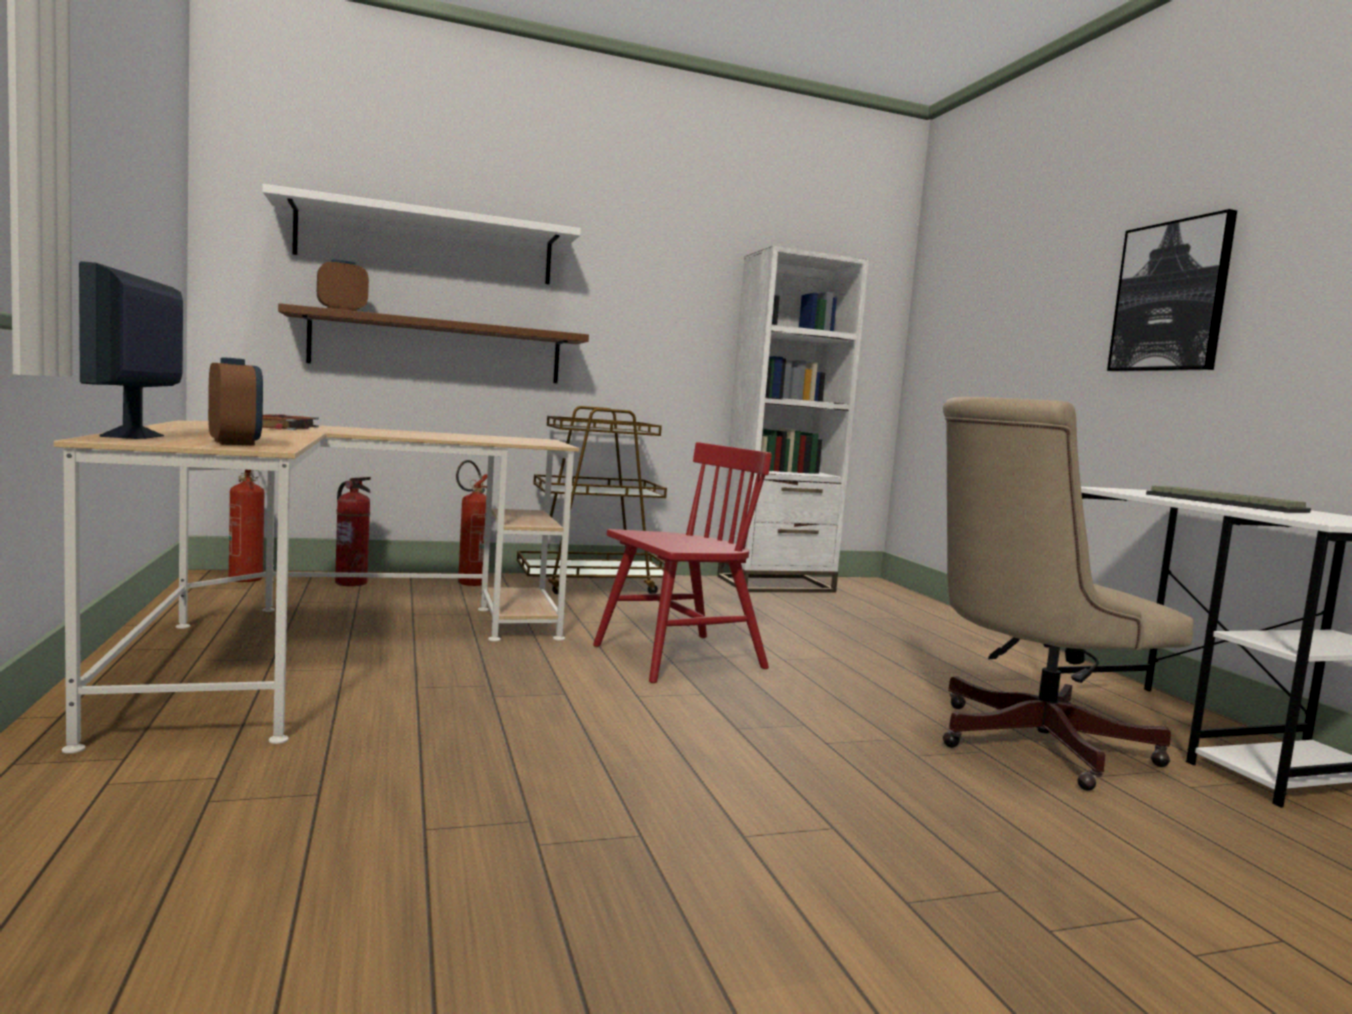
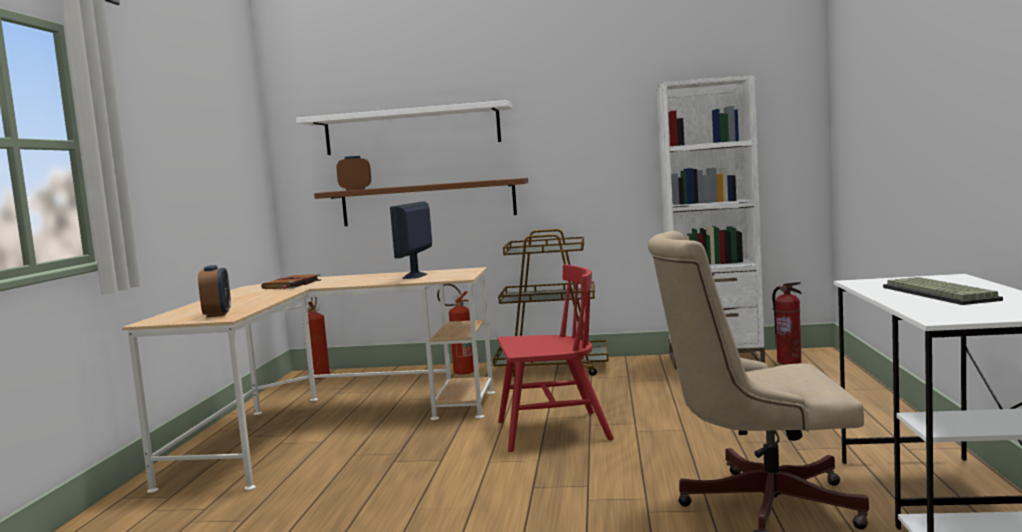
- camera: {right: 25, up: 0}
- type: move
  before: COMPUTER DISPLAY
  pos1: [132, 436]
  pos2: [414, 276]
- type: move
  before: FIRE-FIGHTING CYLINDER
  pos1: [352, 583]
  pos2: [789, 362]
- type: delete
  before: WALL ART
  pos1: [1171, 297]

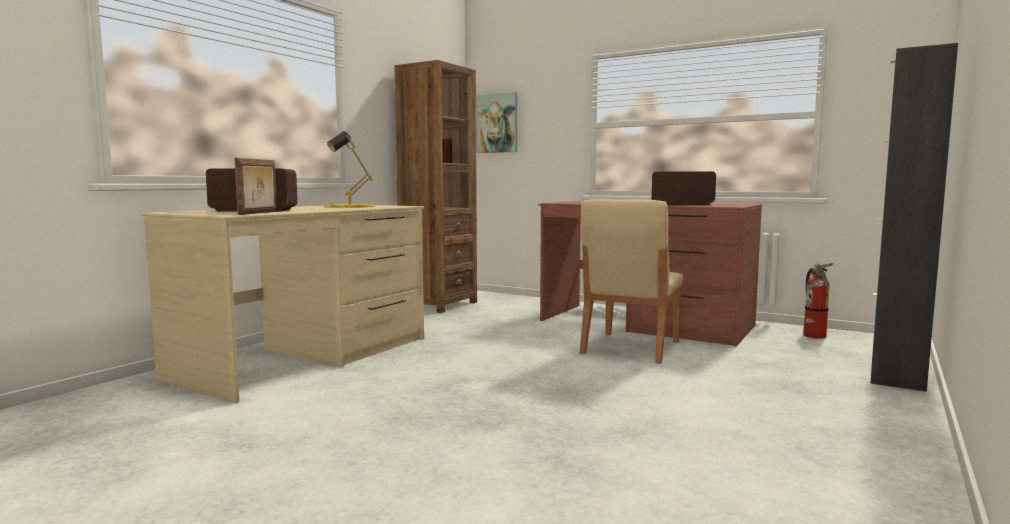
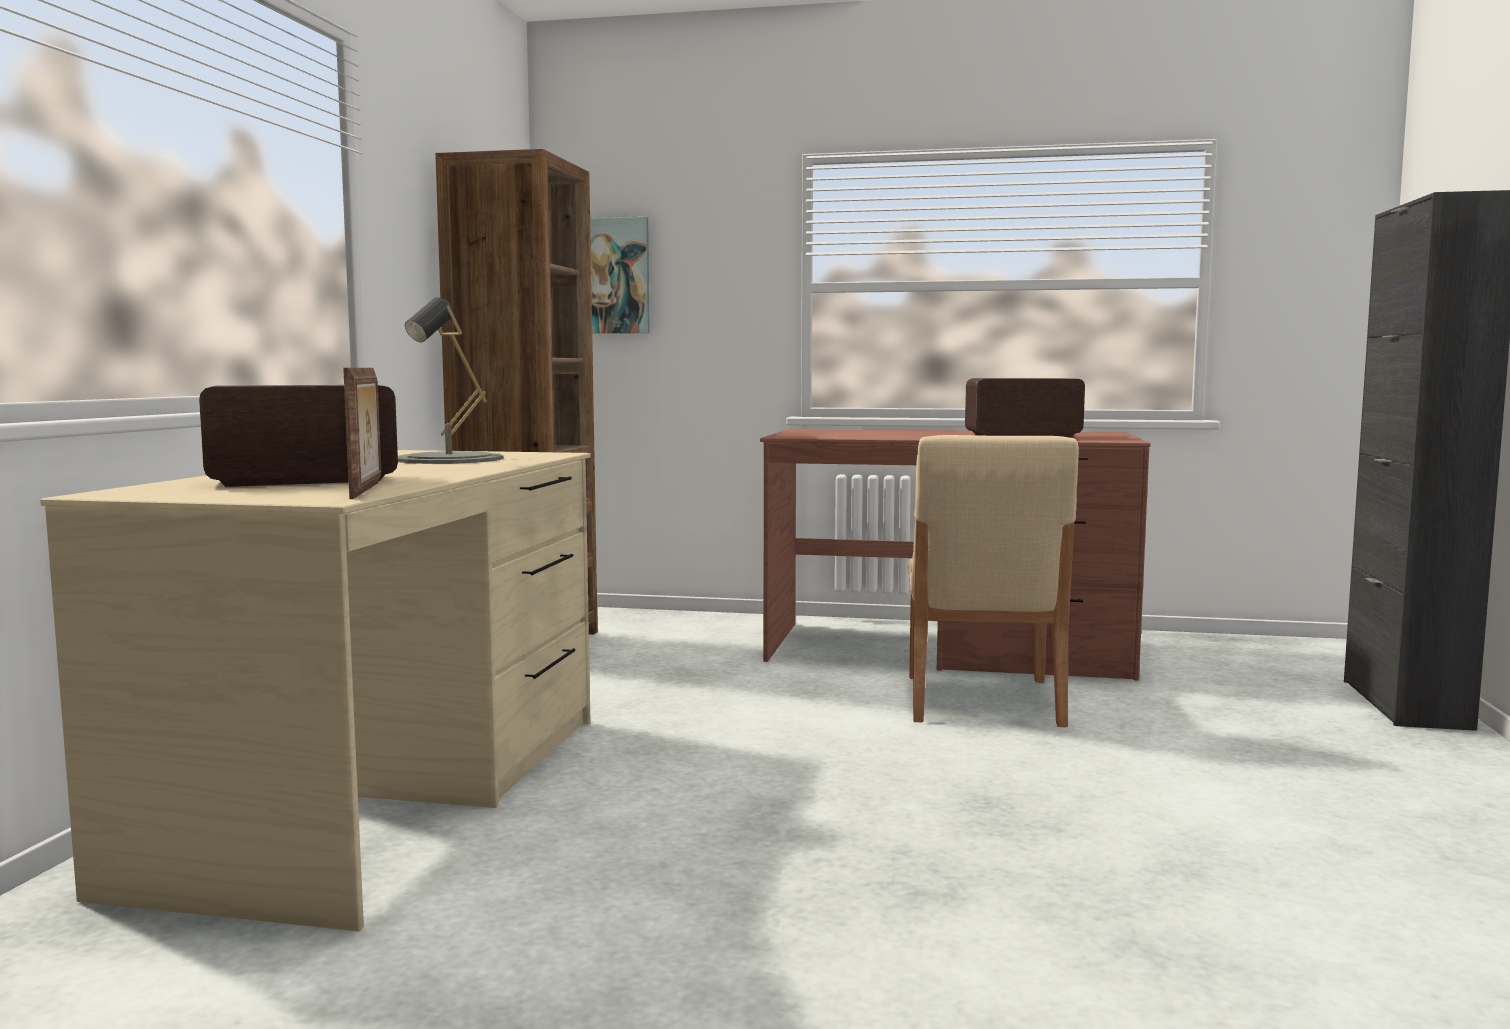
- camera: {right: -20, up: 0}
- type: recolor
  before: YELLOW-COLOURED LAMP FOR A TABLE
  after: GRAY LAMP FOR A TABLE
  pos1: [349, 206]
  pos2: [449, 459]
- type: delete
  before: FIRE-FIGHTING CYLINDER
  pos1: [814, 336]

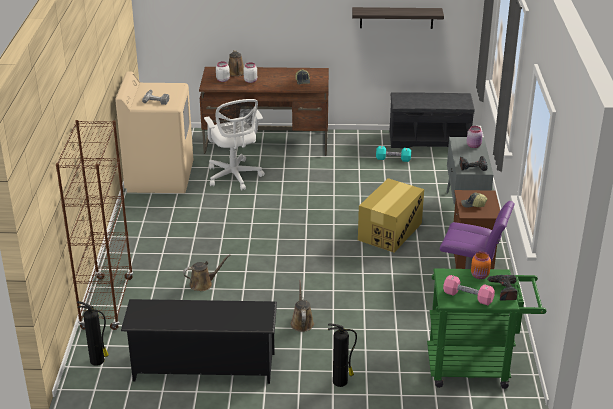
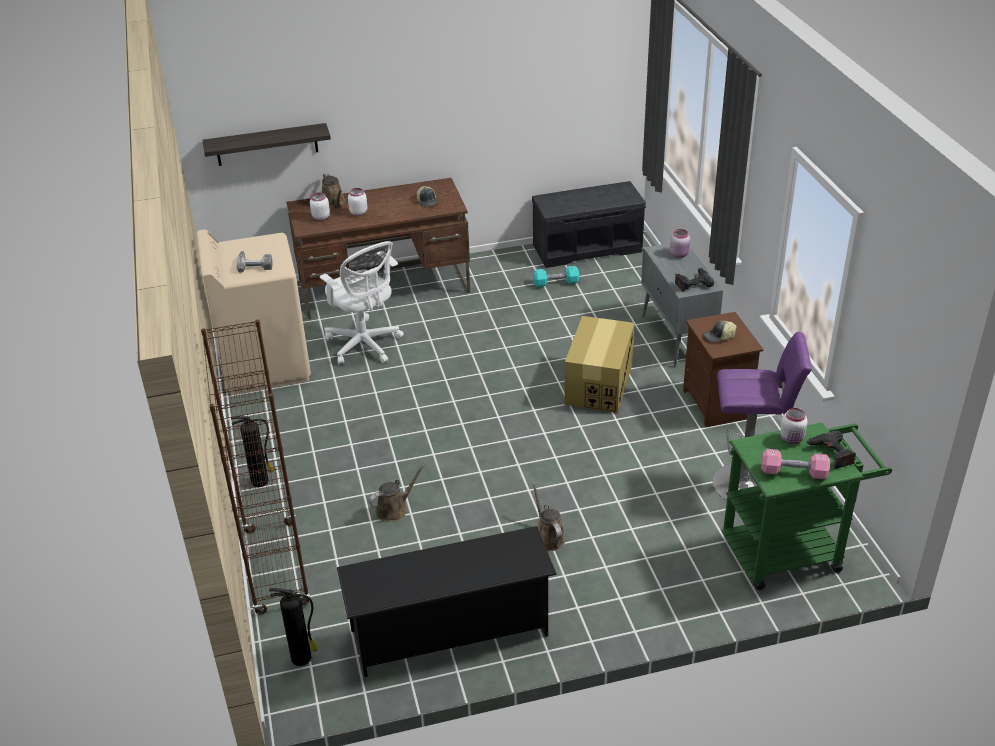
- camera: {right: -15, up: 5}
- type: move
  before: FIRE-FIGHTING CYLINDER
  pos1: [341, 382]
  pos2: [261, 481]
- type: move
  before: WALL SHELF
  pos1: [396, 18]
  pos2: [266, 144]
- type: recolor
  before: ORANGE PRESERVE JAR
  after: WHITISH PRESERVE JAR
  pos1: [480, 276]
  pos2: [792, 439]

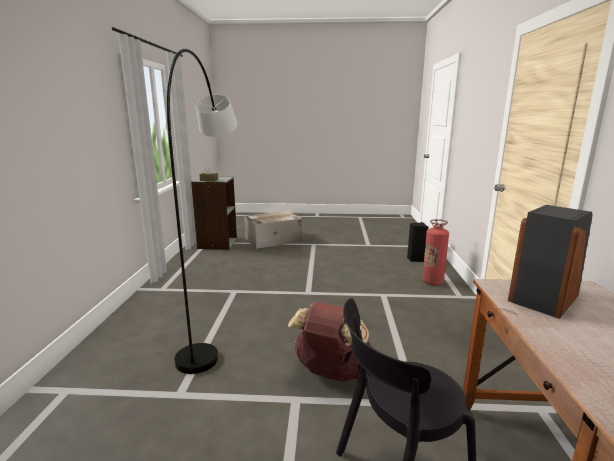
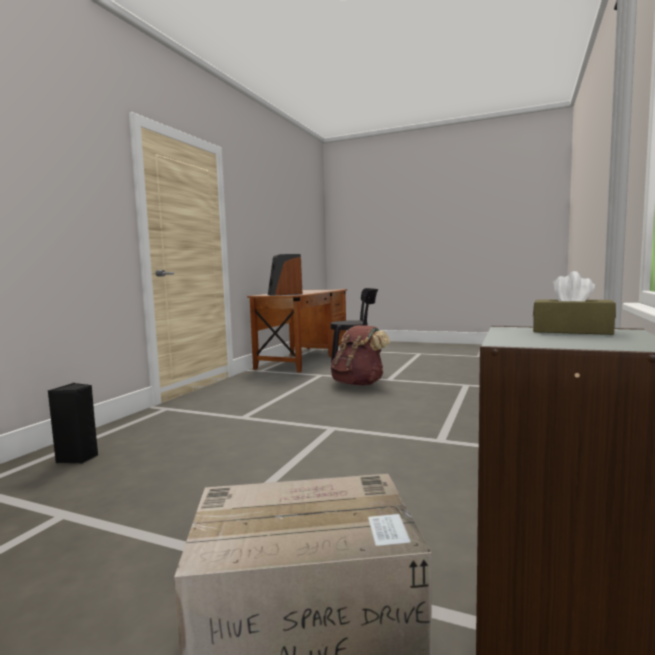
- camera: {right: -160, up: -10}
- type: delete
  before: GRAY FLOOR LAMP
  pos1: [216, 319]
- type: delete
  before: FIRE-FIGHTING CYLINDER
  pos1: [432, 282]

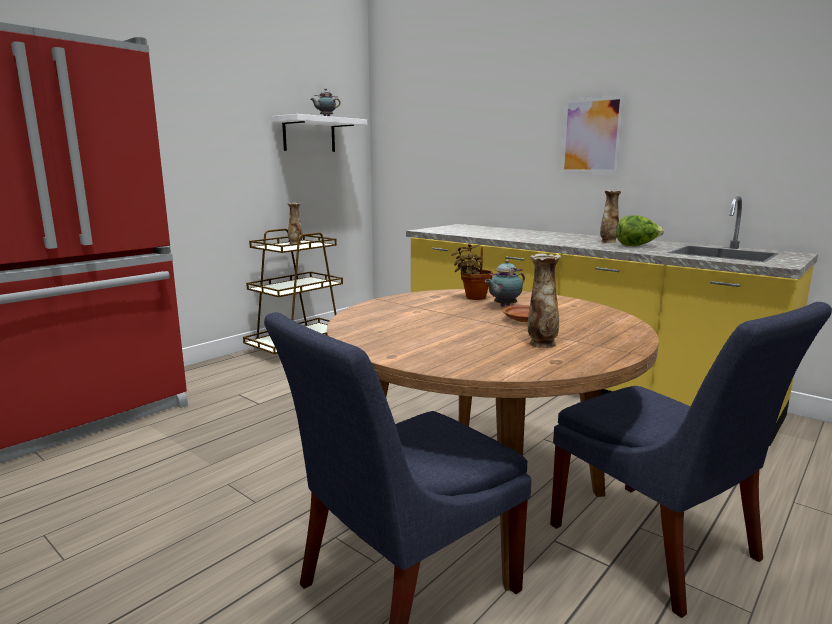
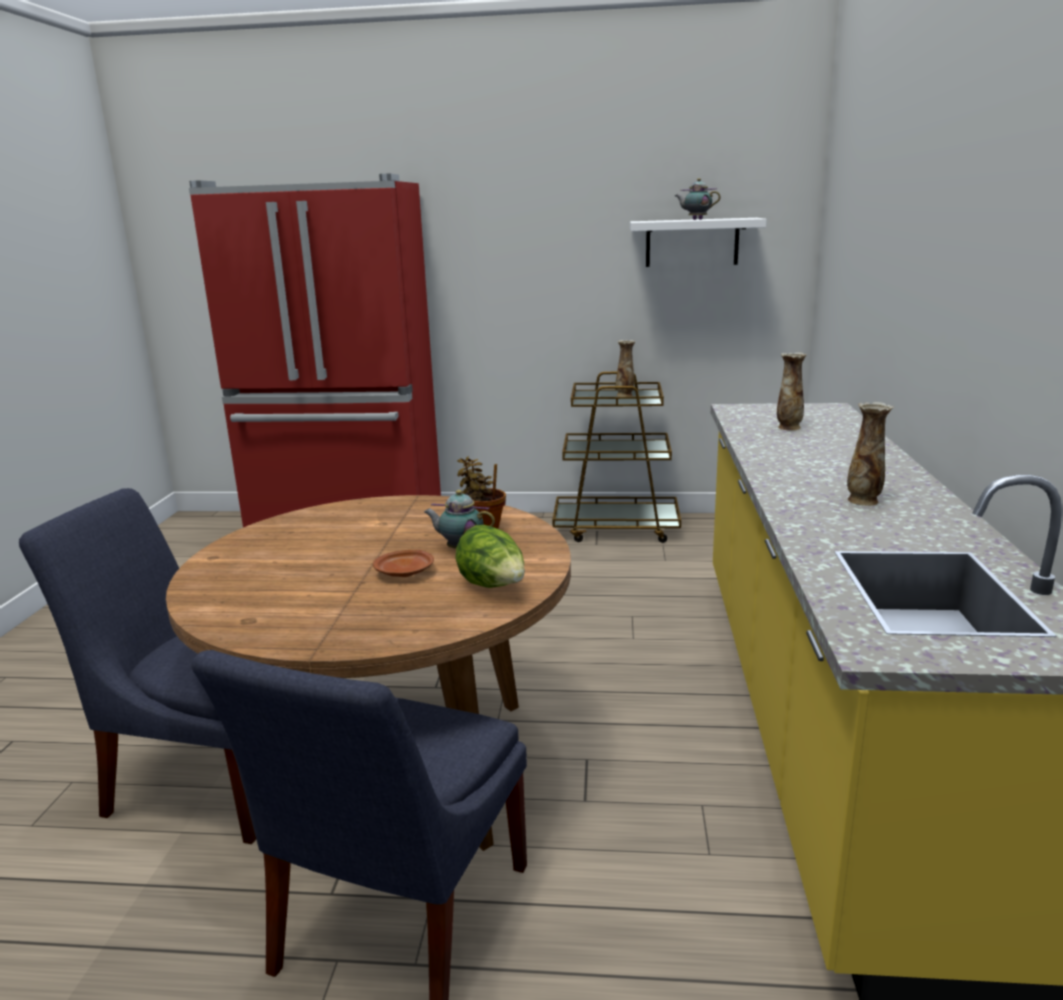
- camera: {right: 55, up: 5}
- type: move
  before: DECORATIVE VASE
  pos1: [541, 344]
  pos2: [788, 427]
- type: delete
  before: WALL ART
  pos1: [591, 136]
- type: move
  before: LETTUCE HEAD
  pos1: [636, 246]
  pos2: [493, 586]

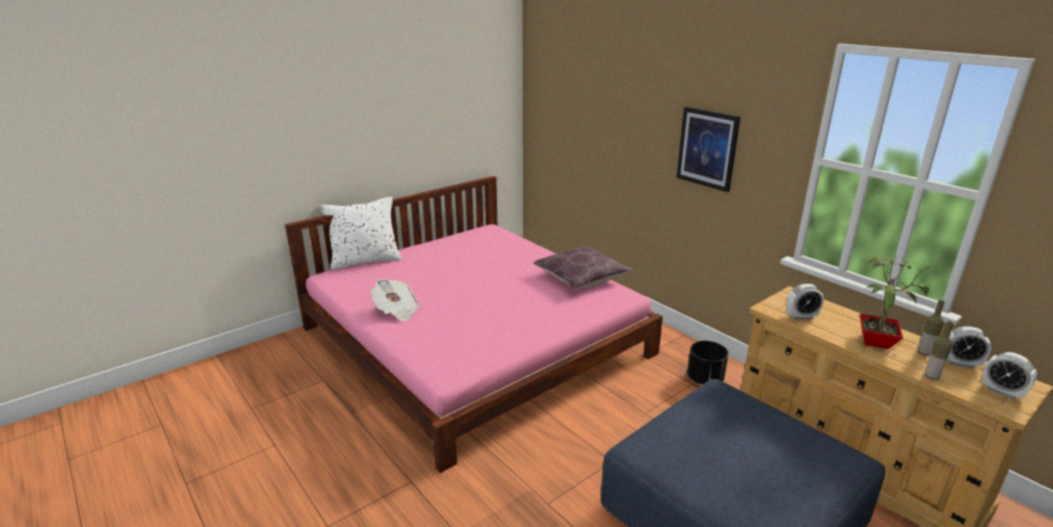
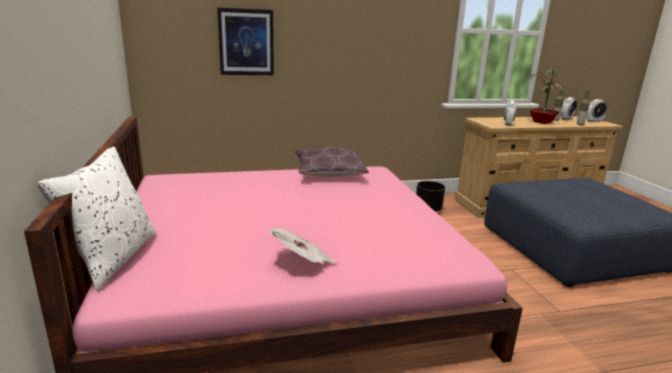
- camera: {right: -65, up: -5}
- type: move
  before: WALL ART
  pos1: [707, 148]
  pos2: [246, 42]

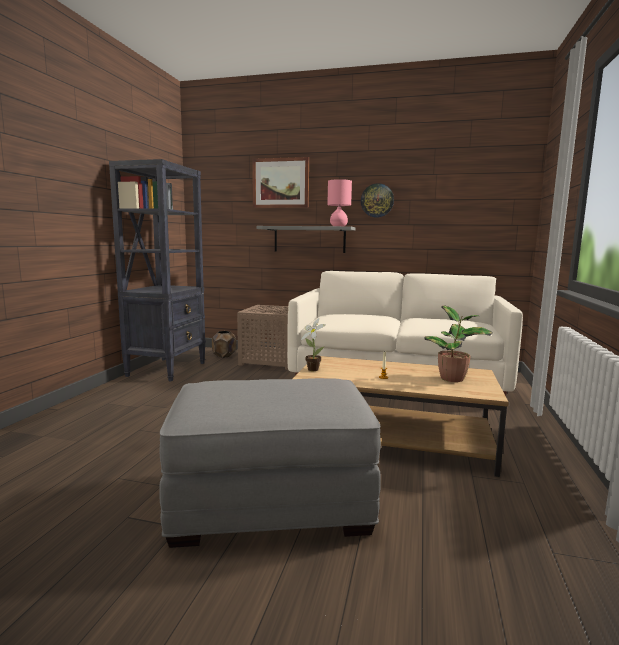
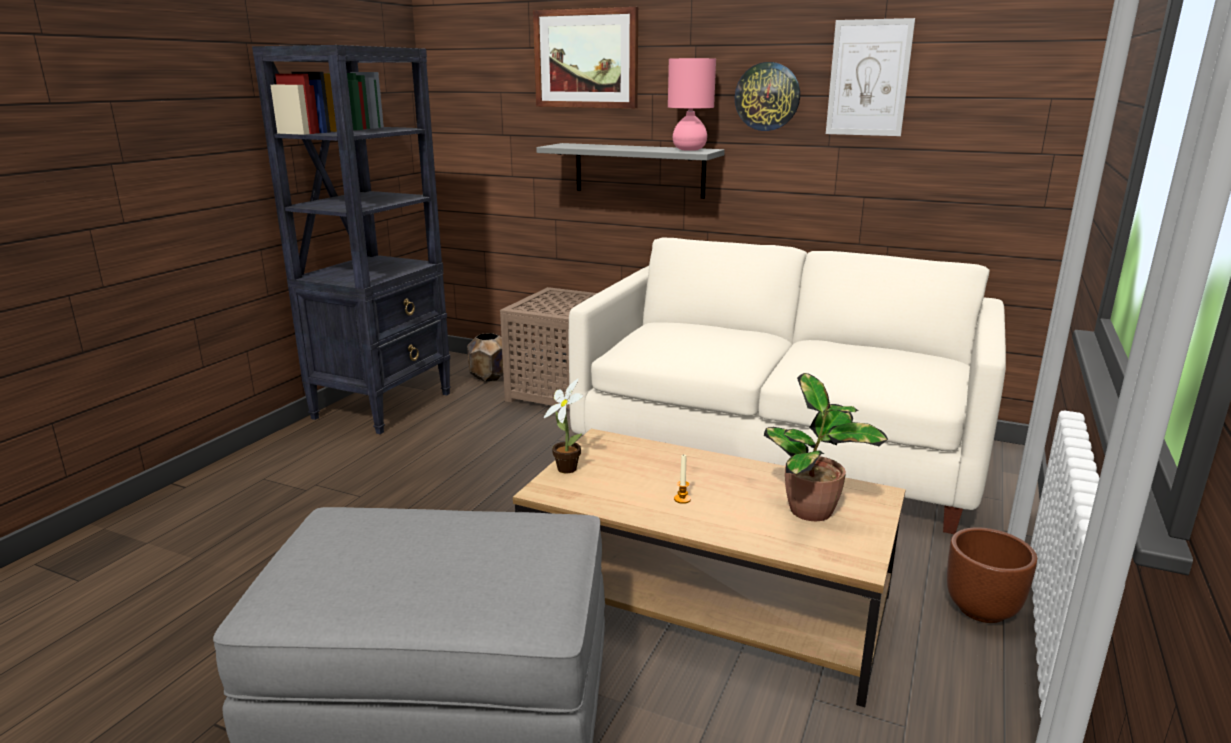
- camera: {right: 10, up: 10}
- type: insert
  after: WALL ART
  pos2: [868, 78]
- type: insert
  after: BROWNISH PLANT POT
  pos2: [982, 610]

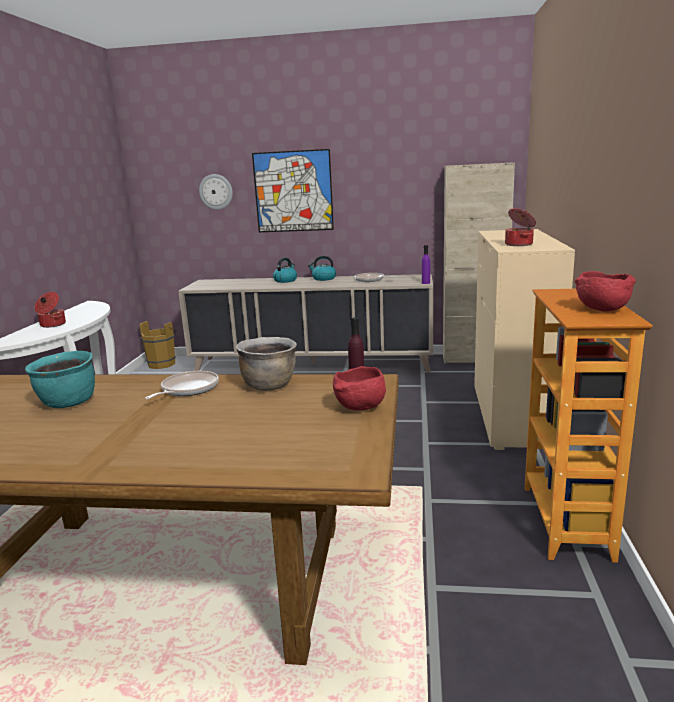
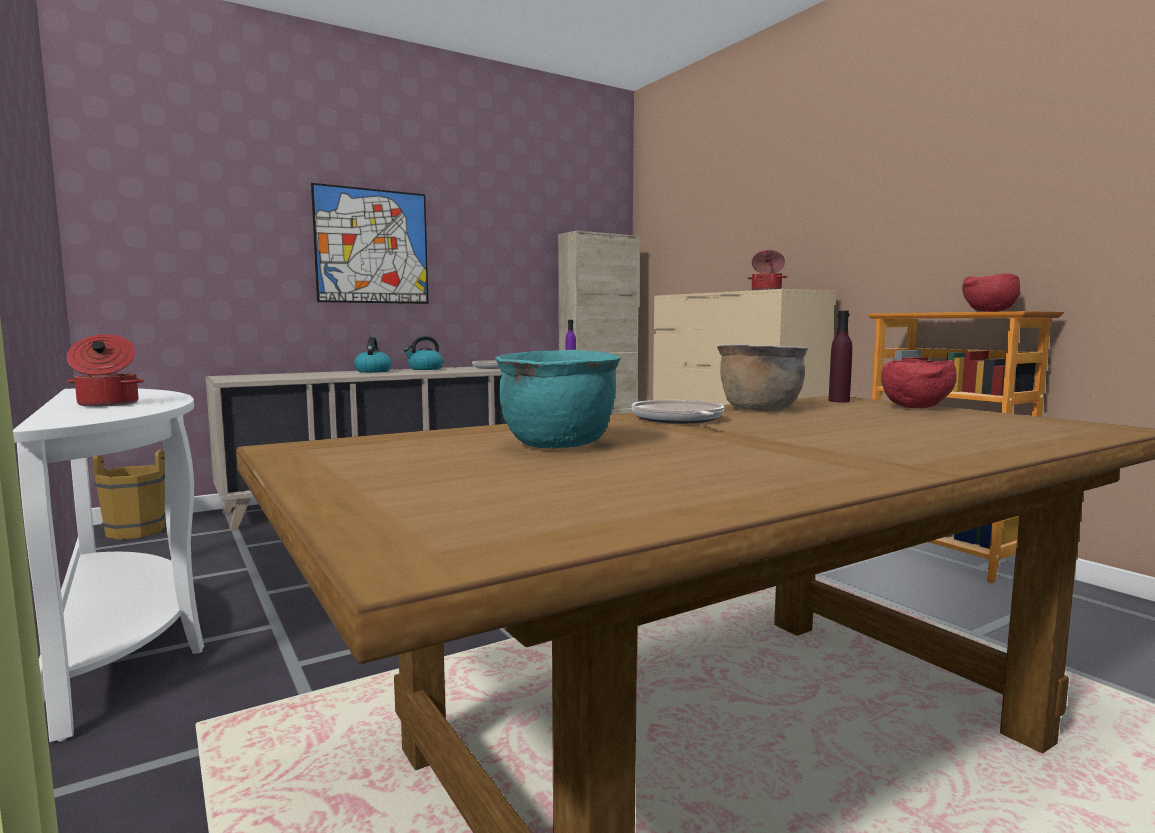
- camera: {right: -40, up: -10}
- type: delete
  before: HANGING CLOCK
  pos1: [216, 191]

